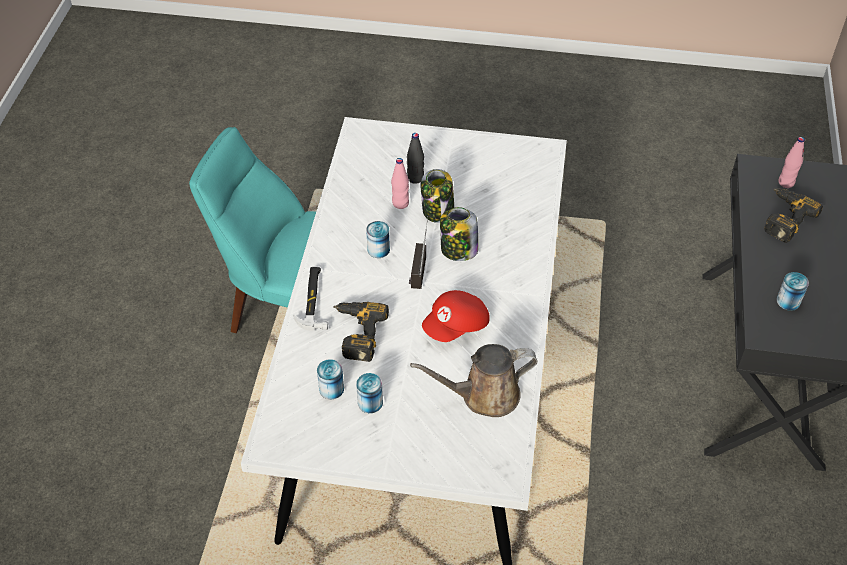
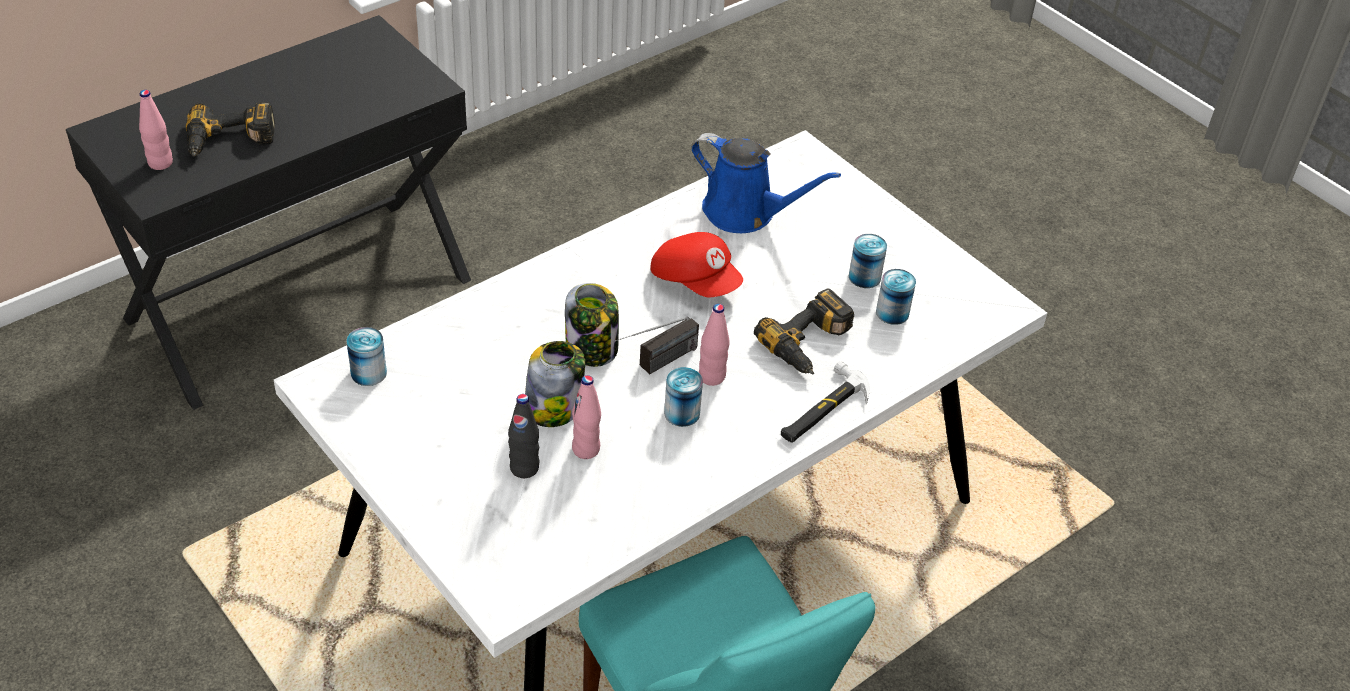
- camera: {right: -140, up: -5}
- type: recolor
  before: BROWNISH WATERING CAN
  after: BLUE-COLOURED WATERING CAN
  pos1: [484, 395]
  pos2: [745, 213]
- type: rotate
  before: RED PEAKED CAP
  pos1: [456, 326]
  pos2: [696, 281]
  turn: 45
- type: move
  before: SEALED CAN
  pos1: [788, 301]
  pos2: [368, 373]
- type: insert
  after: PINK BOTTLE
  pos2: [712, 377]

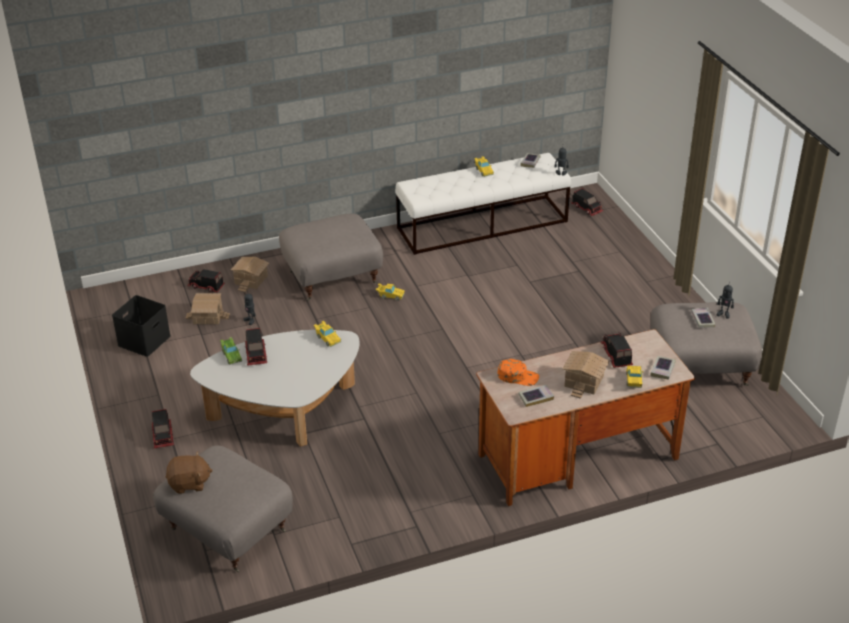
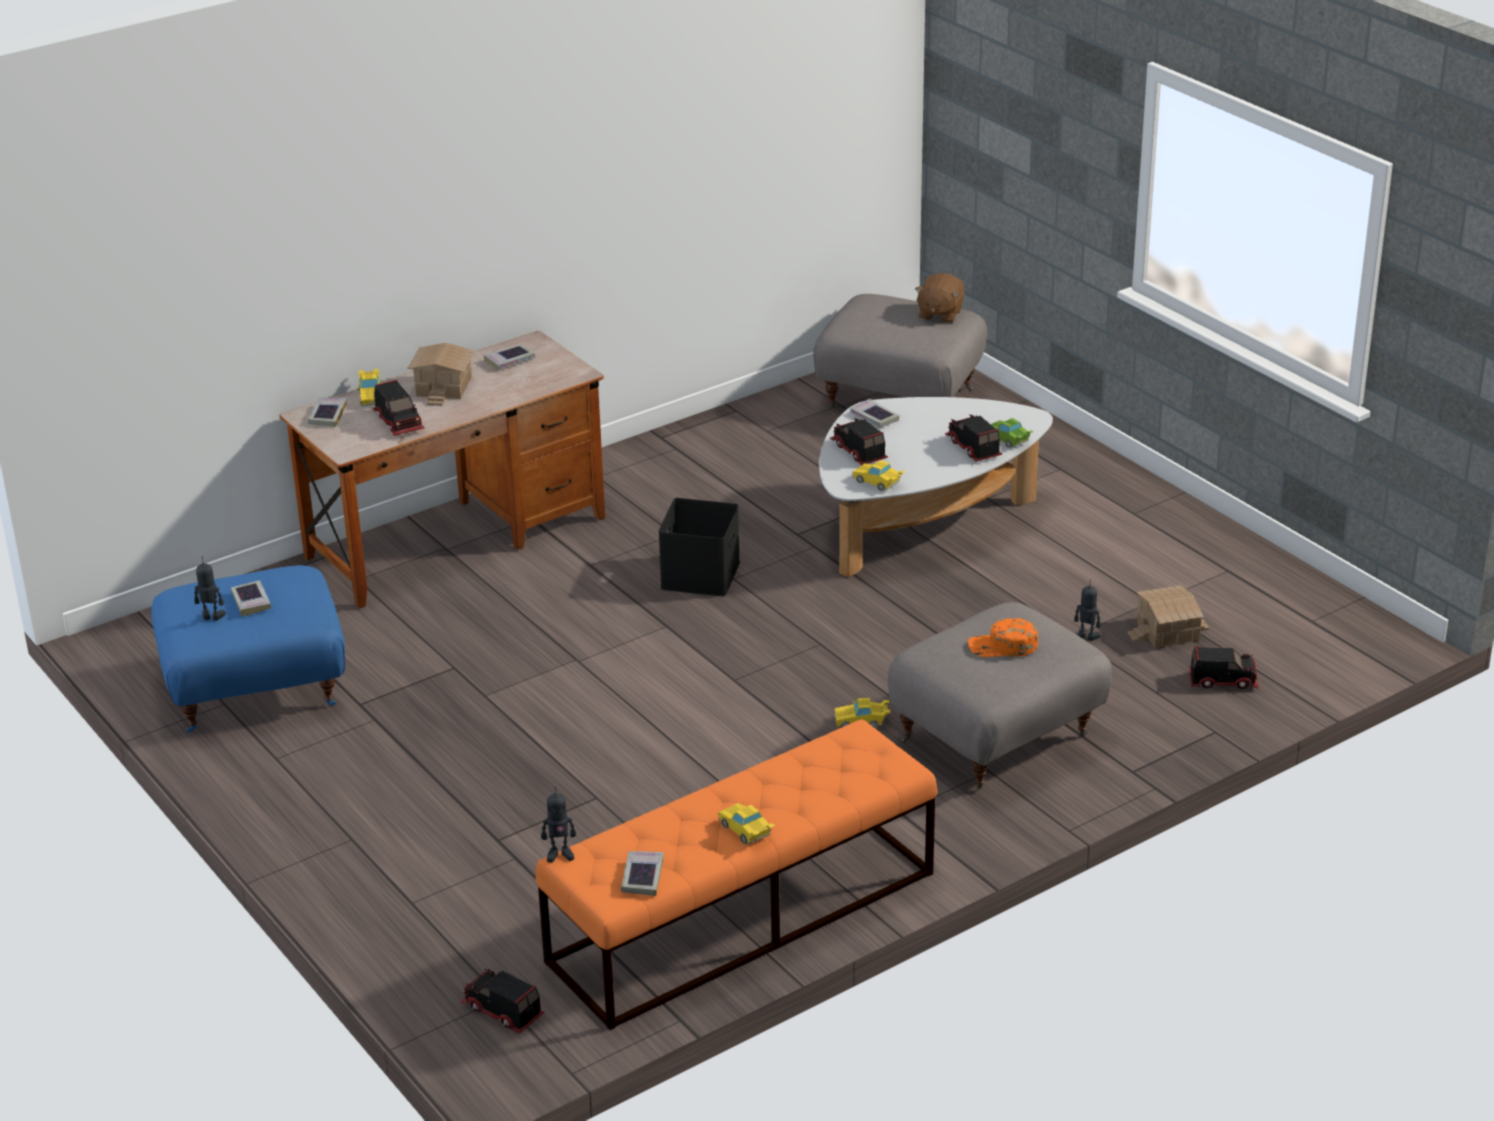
- camera: {right: 165, up: -5}
- type: move
  before: BLACK STORAGE CONTAINER
  pos1: [144, 340]
  pos2: [701, 576]
- type: move
  before: TOY LORRY
  pos1: [163, 435]
  pos2: [858, 451]
- type: rotate
  before: BROWNISH CUDDLY TOY
  pos1: [189, 483]
  pos2: [939, 314]
  turn: -45
- type: delete
  before: MODEL HOUSE
  pos1: [250, 280]
- type: recolor
  before: WHITISH LONG SEAT
  after: ORANGE LONG SEAT
  pos1: [483, 224]
  pos2: [741, 918]
- type: move
  before: ORANGE PEAKED CAP
  pos1: [518, 376]
  pos2: [1003, 646]
- type: recolor
  before: GRAY FOOTREST
  after: BLUE-COLOURED FOOTREST
  pos1: [700, 367]
  pos2: [255, 692]
- type: insert
  after: BOUND BOOK
  pos2: [874, 417]

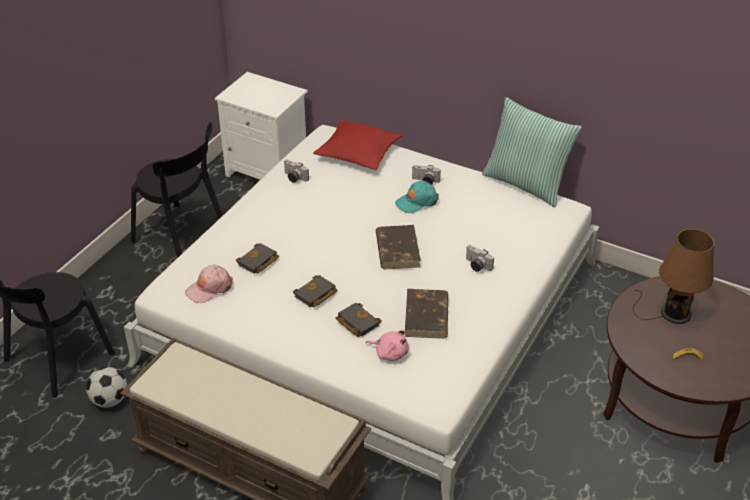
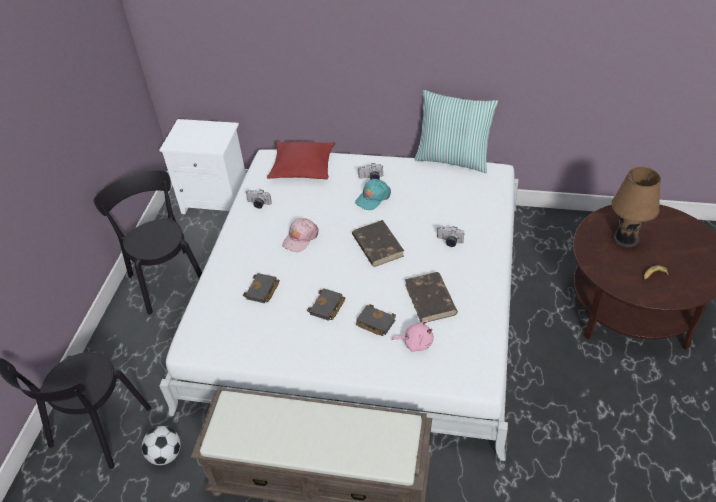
- camera: {right: -15, up: 5}
- type: rotate
  before: BLACK UPRIGHT CHAIR
  pos1: [182, 236]
  pos2: [167, 279]
  turn: -135
- type: move
  before: PINK PEAKED CAP
  pos1: [209, 288]
  pos2: [300, 238]

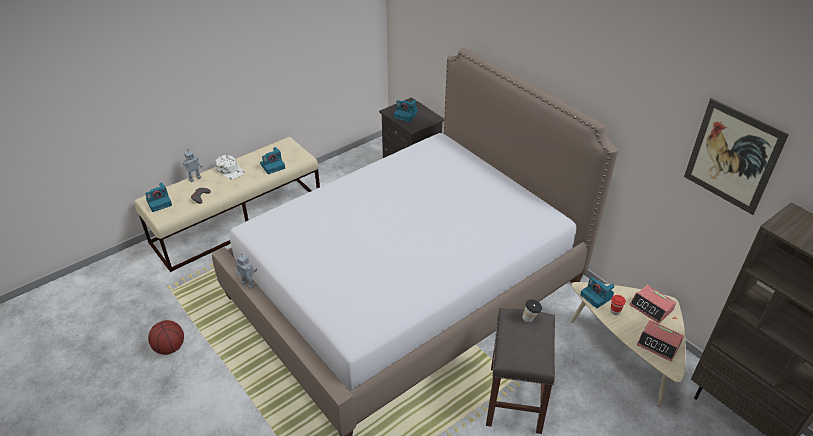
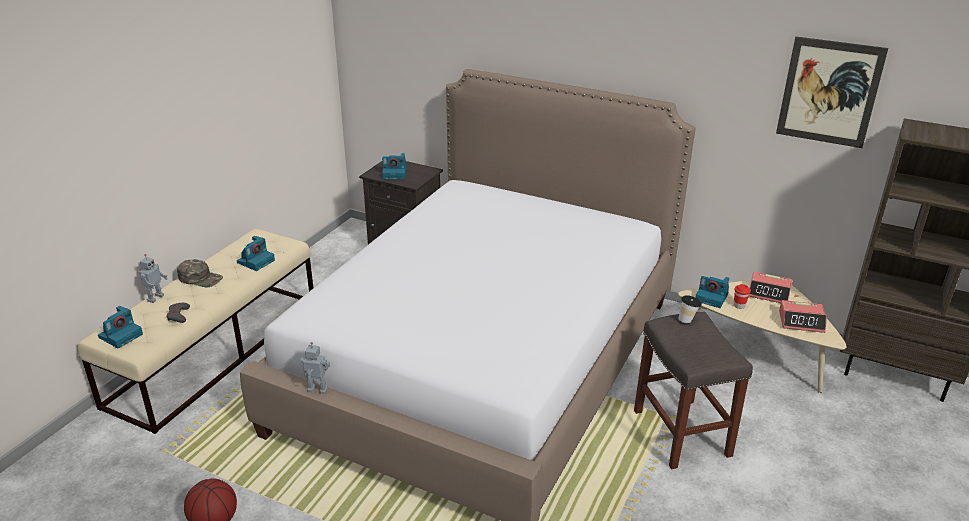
- camera: {right: -25, up: -10}
- type: recolor
  before: WHITISH PEAKED CAP
  after: GREEN-COLOURED PEAKED CAP
  pos1: [230, 170]
  pos2: [200, 278]

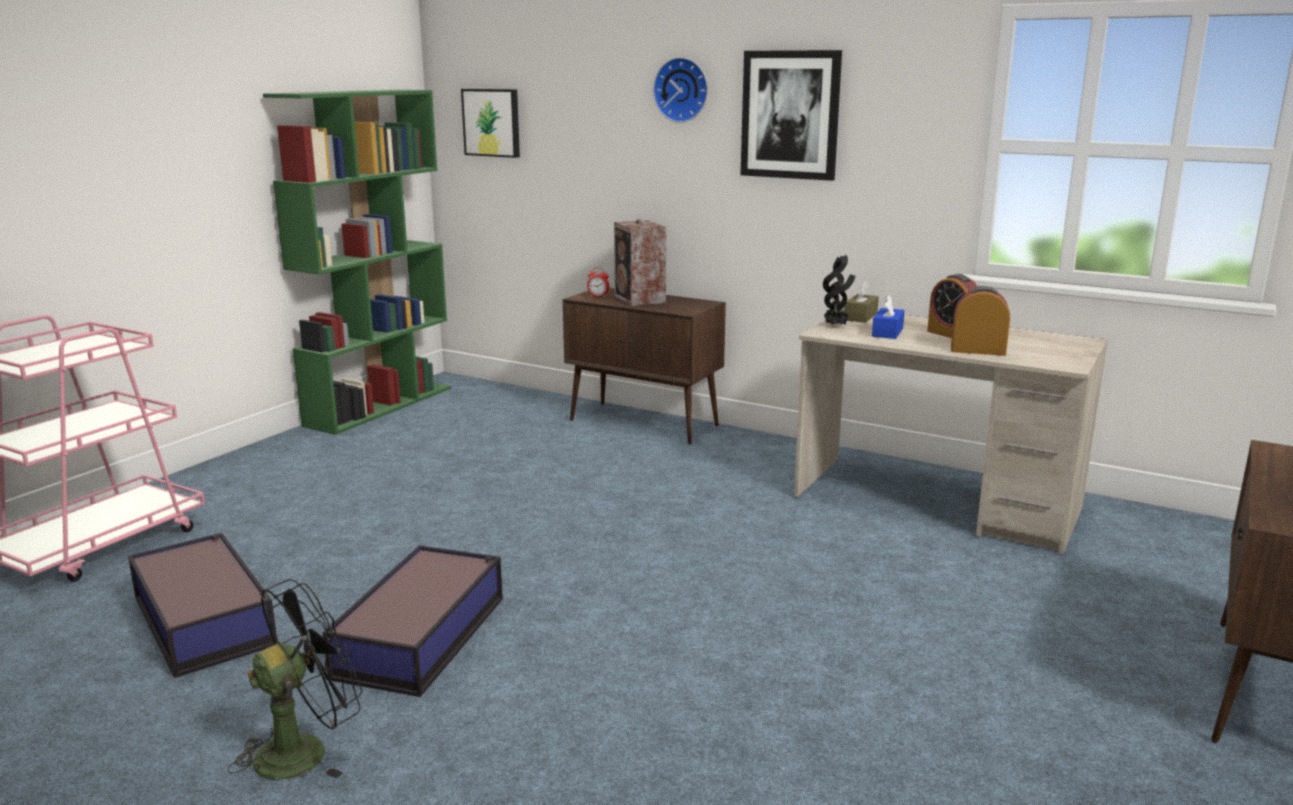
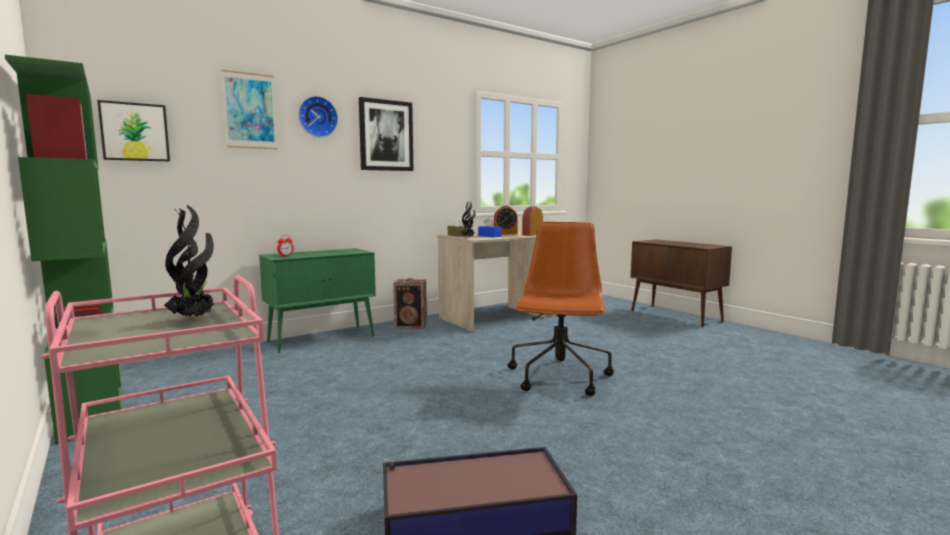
- camera: {right: -65, up: -10}
- type: delete
  before: BLACK COOLING FAN
  pos1: [305, 749]
- type: delete
  before: STORAGE CONTAINER
  pos1: [423, 635]
- type: recolor
  before: BROWNISH STORAGE CABINET
  after: GREEN-COLOURED STORAGE CABINET
  pos1: [645, 423]
  pos2: [322, 338]
- type: move
  before: SPEAKER
  pos1: [639, 300]
  pos2: [412, 325]
- type: insert
  after: POTTED PLANT
  pos2: [195, 319]
- type: insert
  after: WALL ART
  pos2: [250, 111]
- type: insert
  after: BROWNISH DESK CHAIR
  pos2: [559, 378]

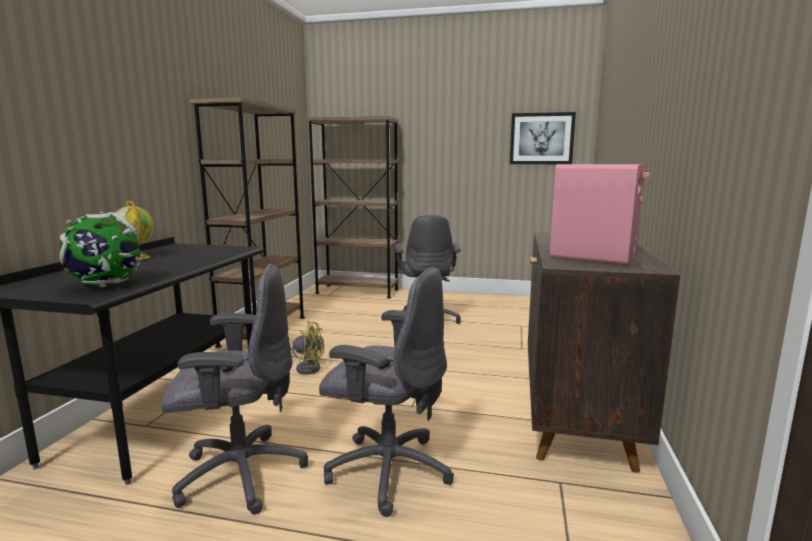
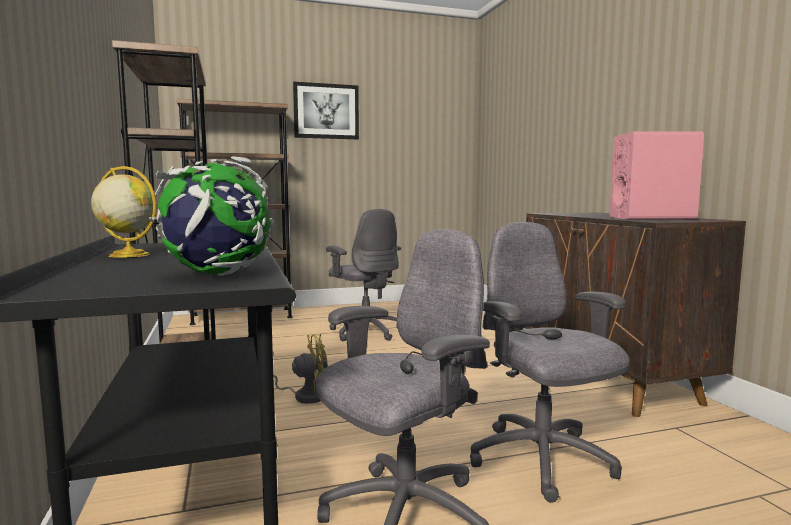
- camera: {right: -30, up: -5}
- type: rotate
  before: GRAY DESK CHAIR
  pos1: [387, 470]
  pos2: [542, 461]
  turn: -105
- type: move
  before: WALL ART
  pos1: [541, 138]
  pos2: [326, 111]

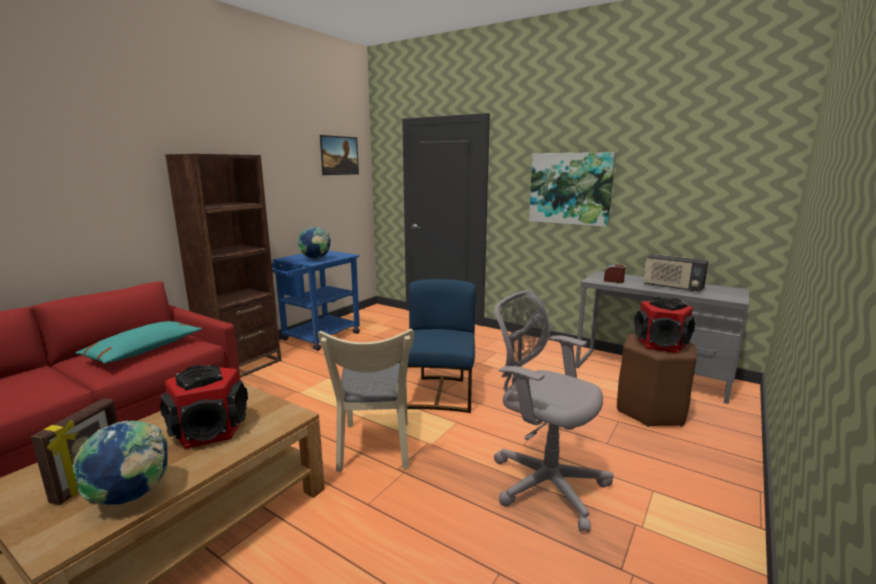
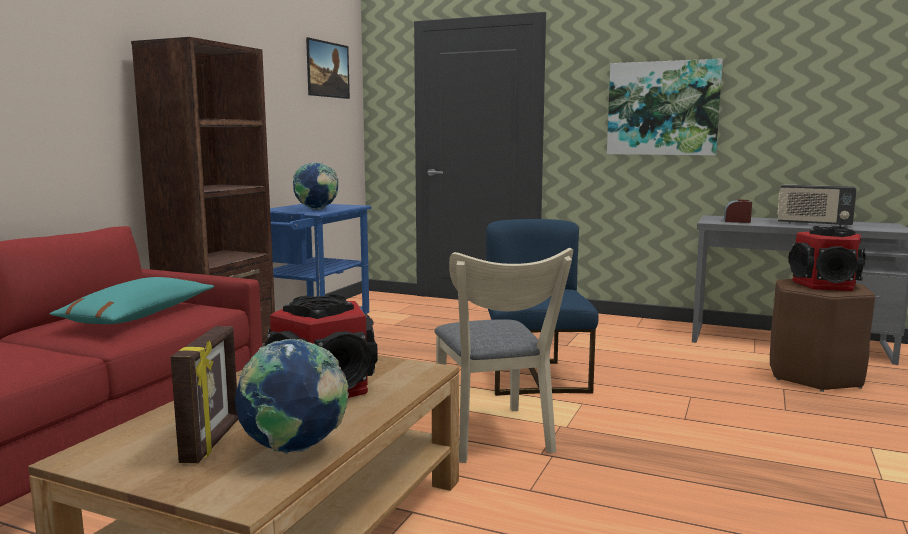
- camera: {right: -10, up: -5}
- type: delete
  before: GRAY DESK CHAIR
  pos1: [543, 482]

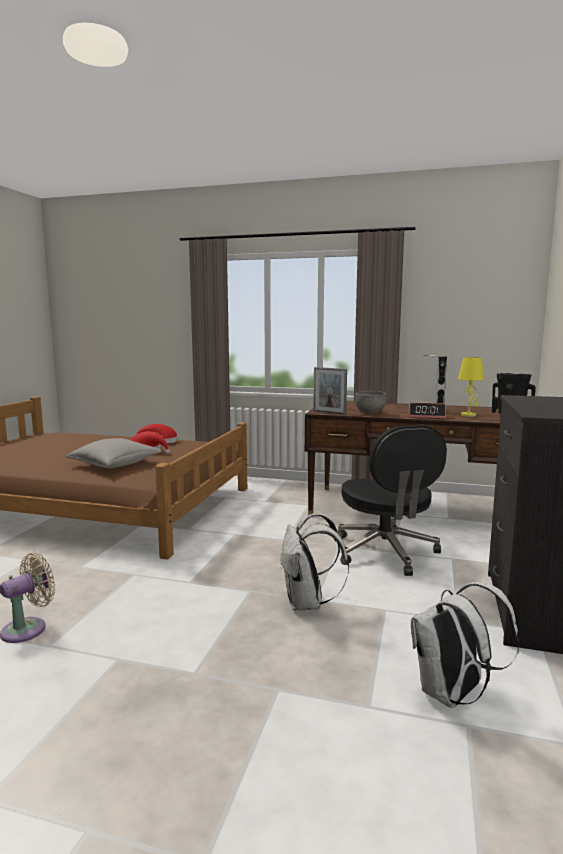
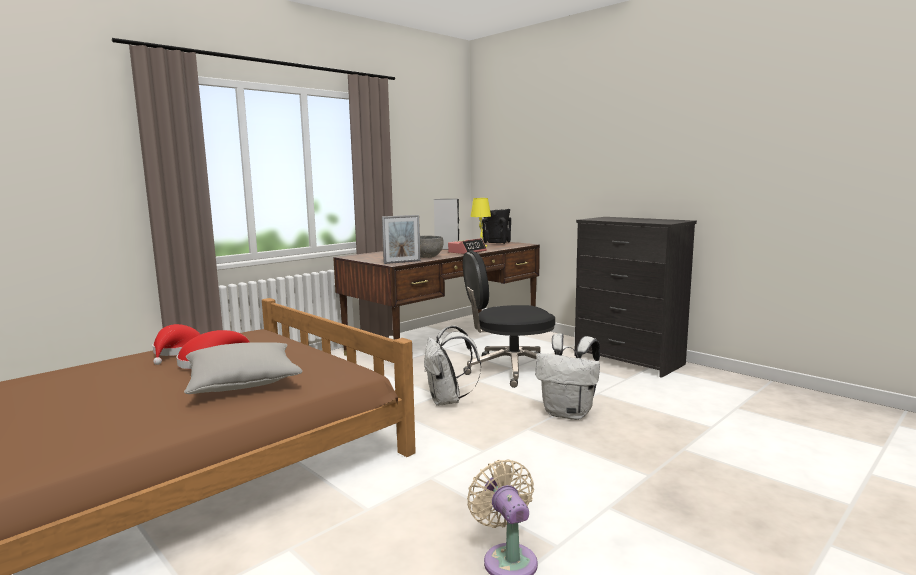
- camera: {right: -60, up: 0}
- type: rotate
  before: BLACK DESK CHAIR
  pos1: [386, 552]
  pos2: [509, 370]
  turn: 150
- type: move
  before: WHITISH BACKPACK
  pos1: [452, 694]
  pos2: [447, 401]

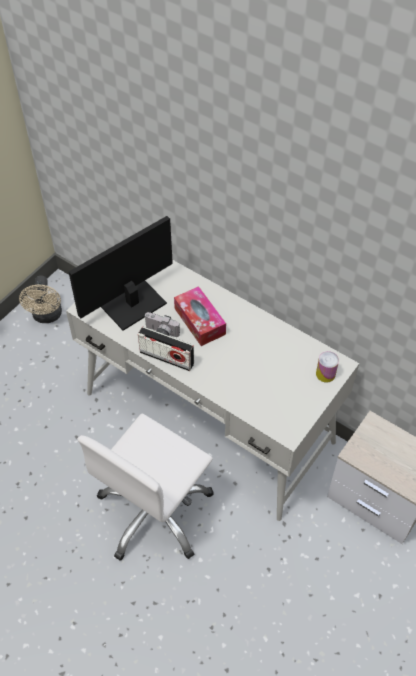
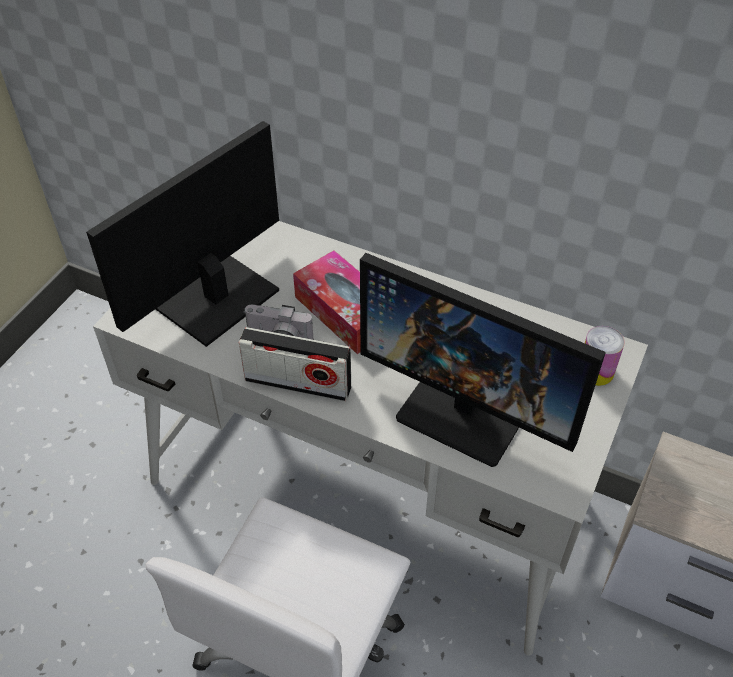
- camera: {right: -10, up: -5}
- type: delete
  before: BEIGE COOLING FAN
  pos1: [47, 316]
- type: insert
  after: COMPUTER DISPLAY
  pos2: [467, 410]

